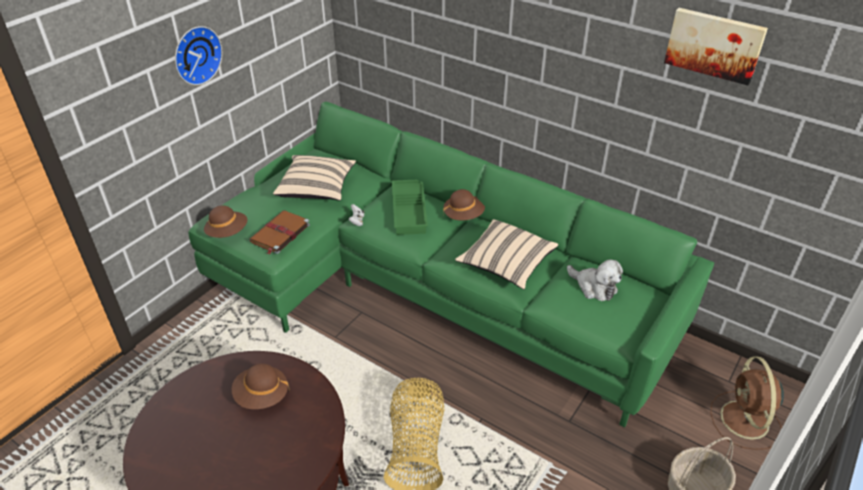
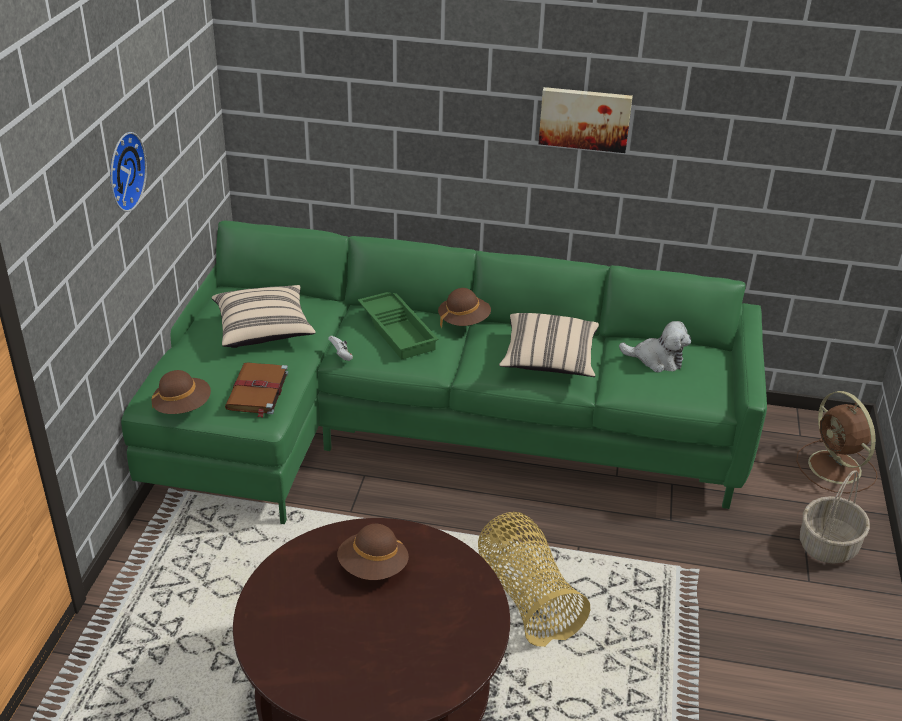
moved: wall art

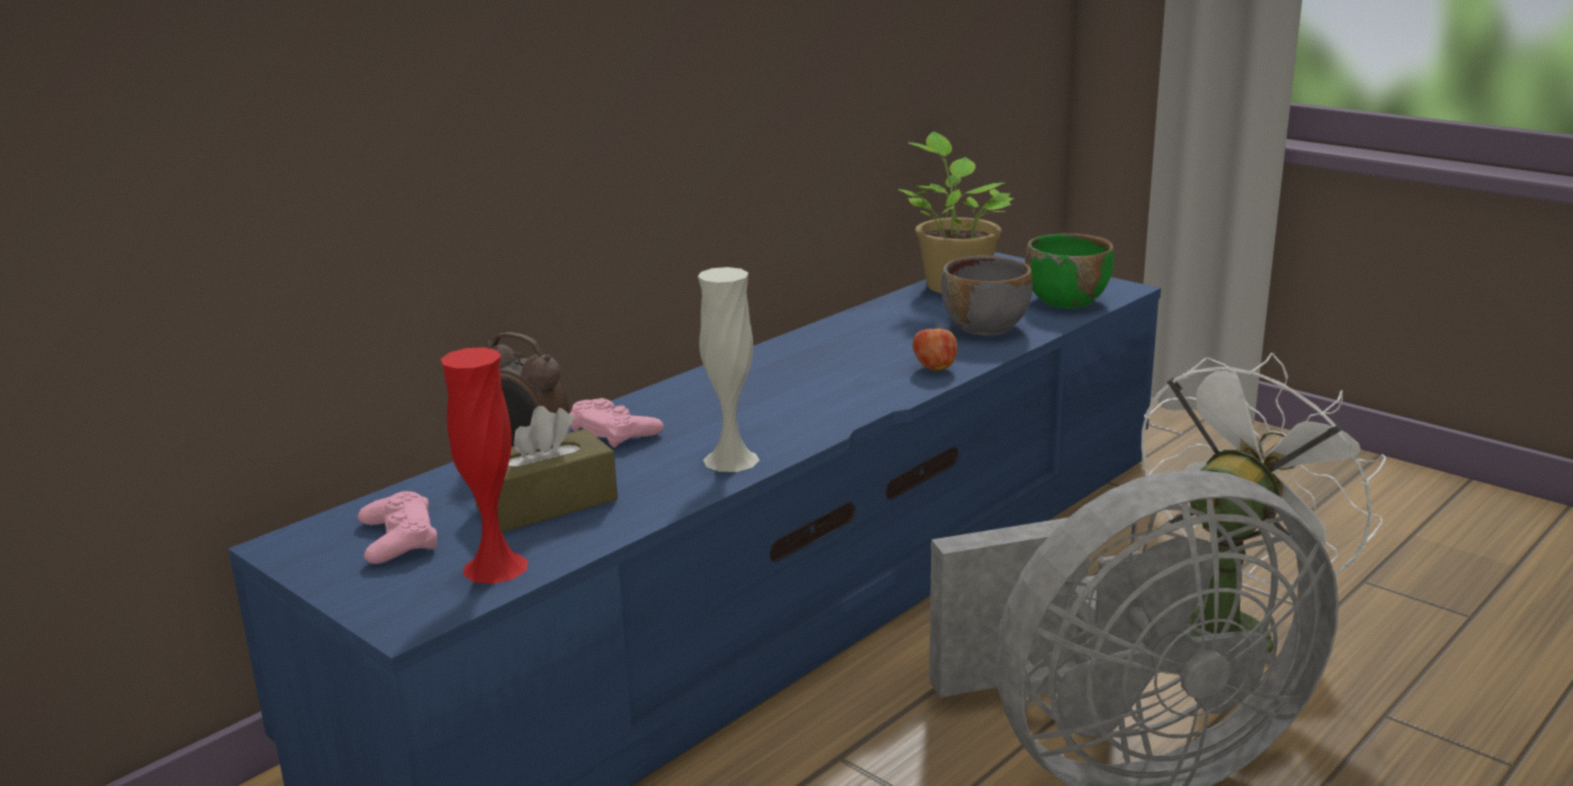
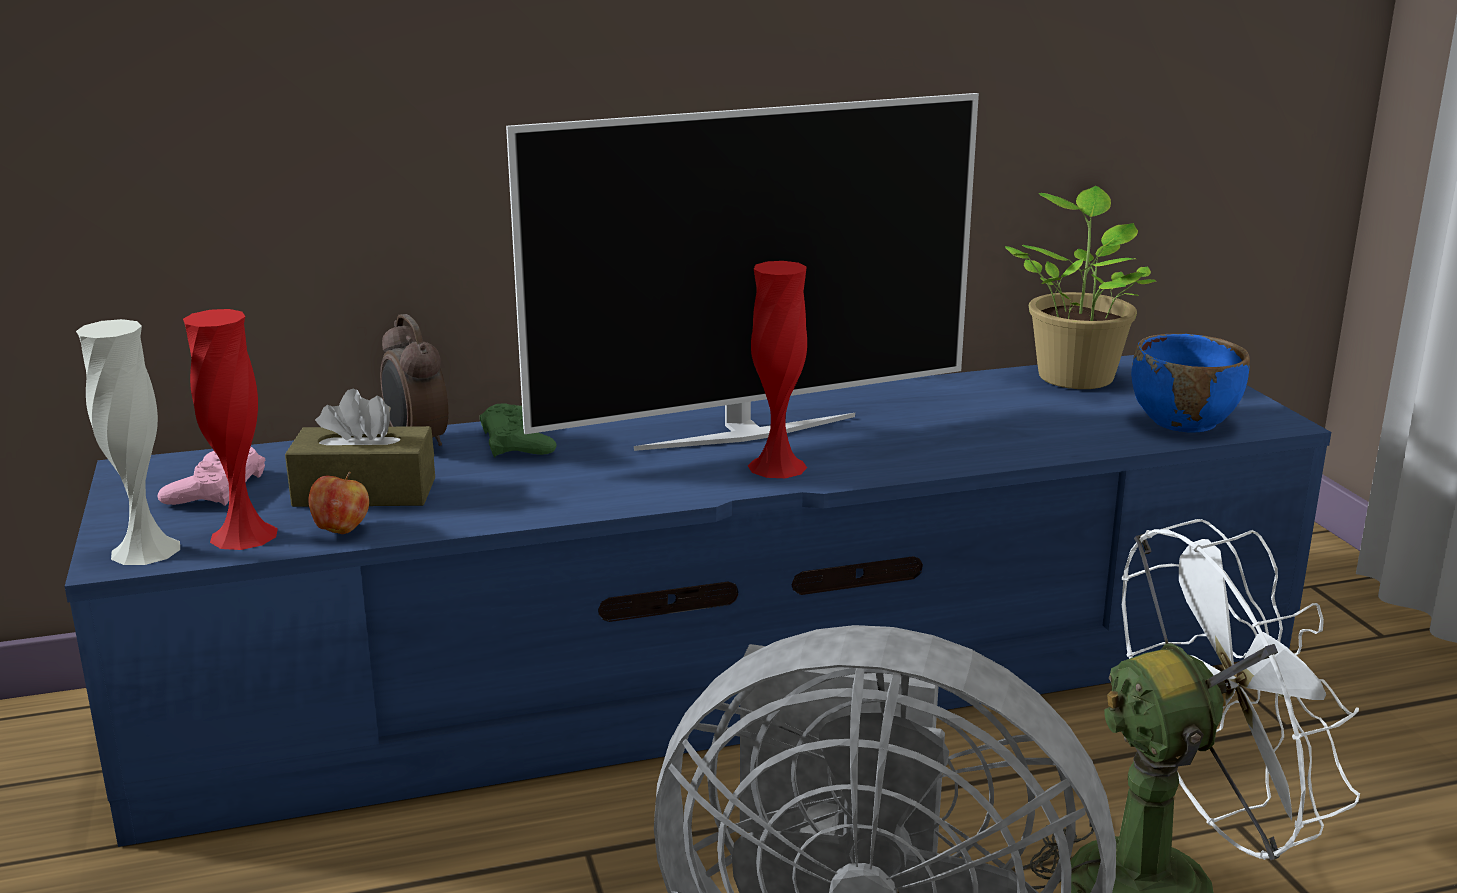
removed: deep dish in grey
added: TV; flower vase in red (2nd from left)
moved: flower vase in white; apple fruit
recoloured: deep dish in green-coloured to deep dish in blue; joypad in pink-coloured (2nd from left) to joypad in green-coloured

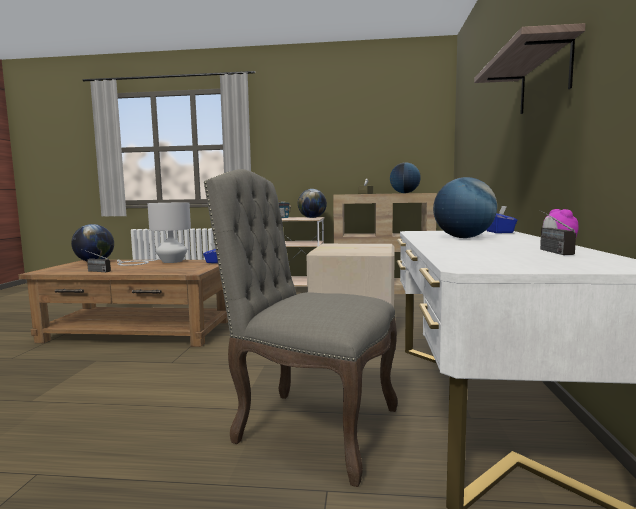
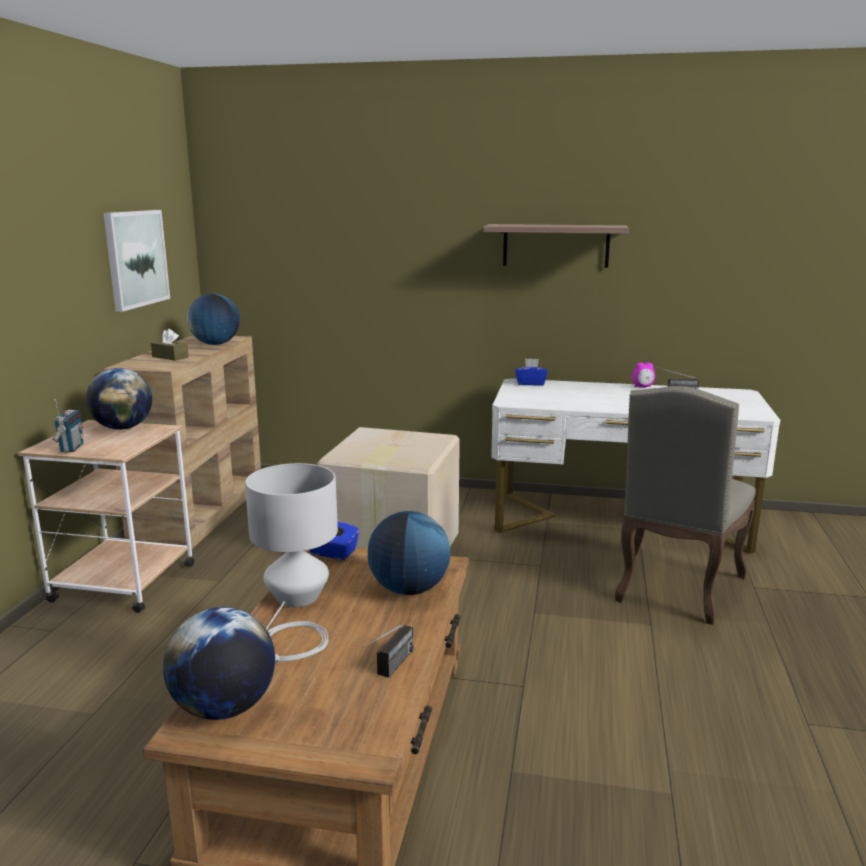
added: wall art
moved: desk globe (4th from left)

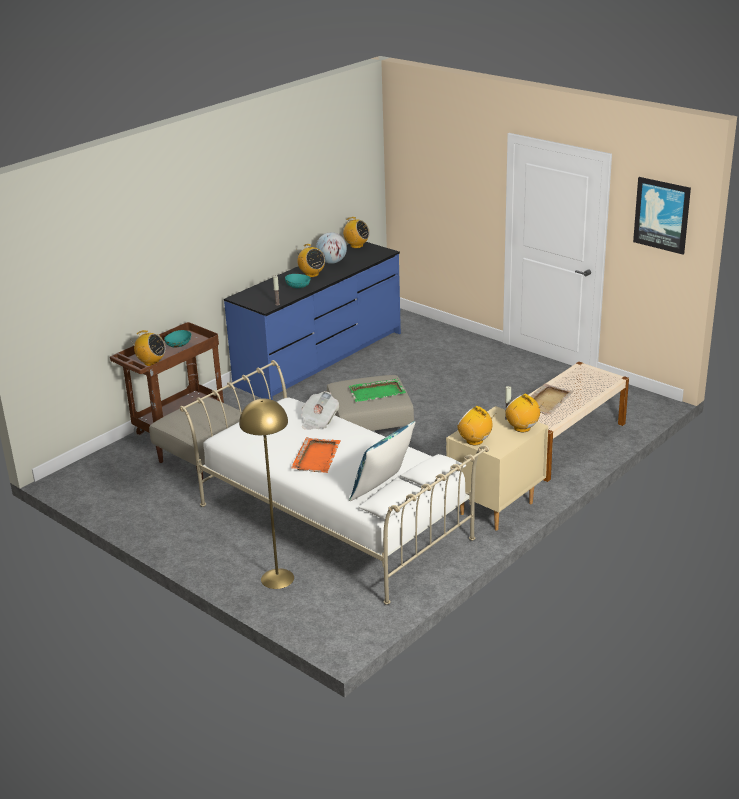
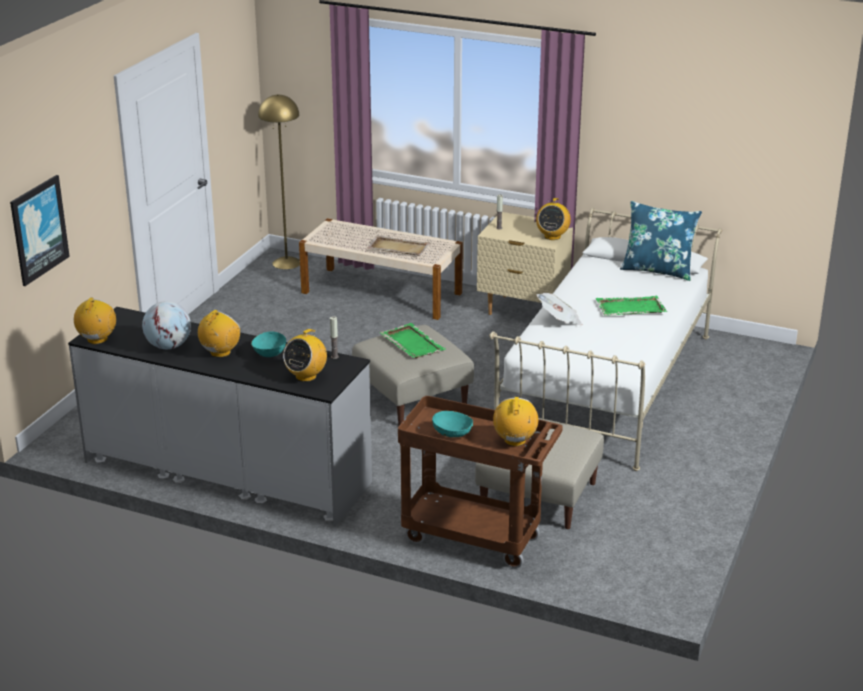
moved: wall art; radio set (5th from left in the first image) to radio set (3rd from left); standard lamp in yellow-coloured
recoloured: dresser in blue to dresser in grey; tray in orange to tray in green-coloured (2nd from left)

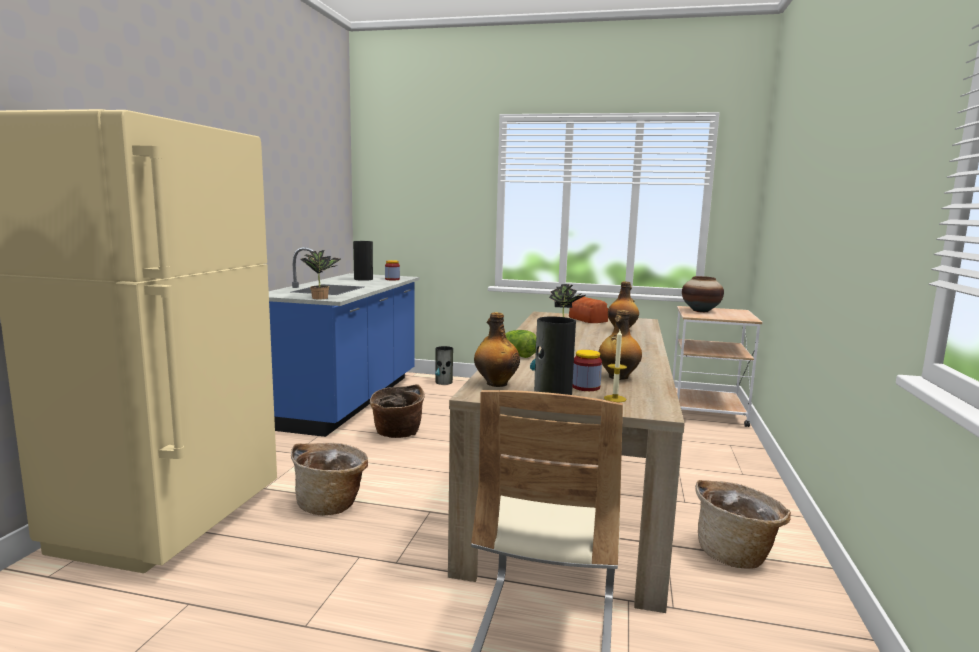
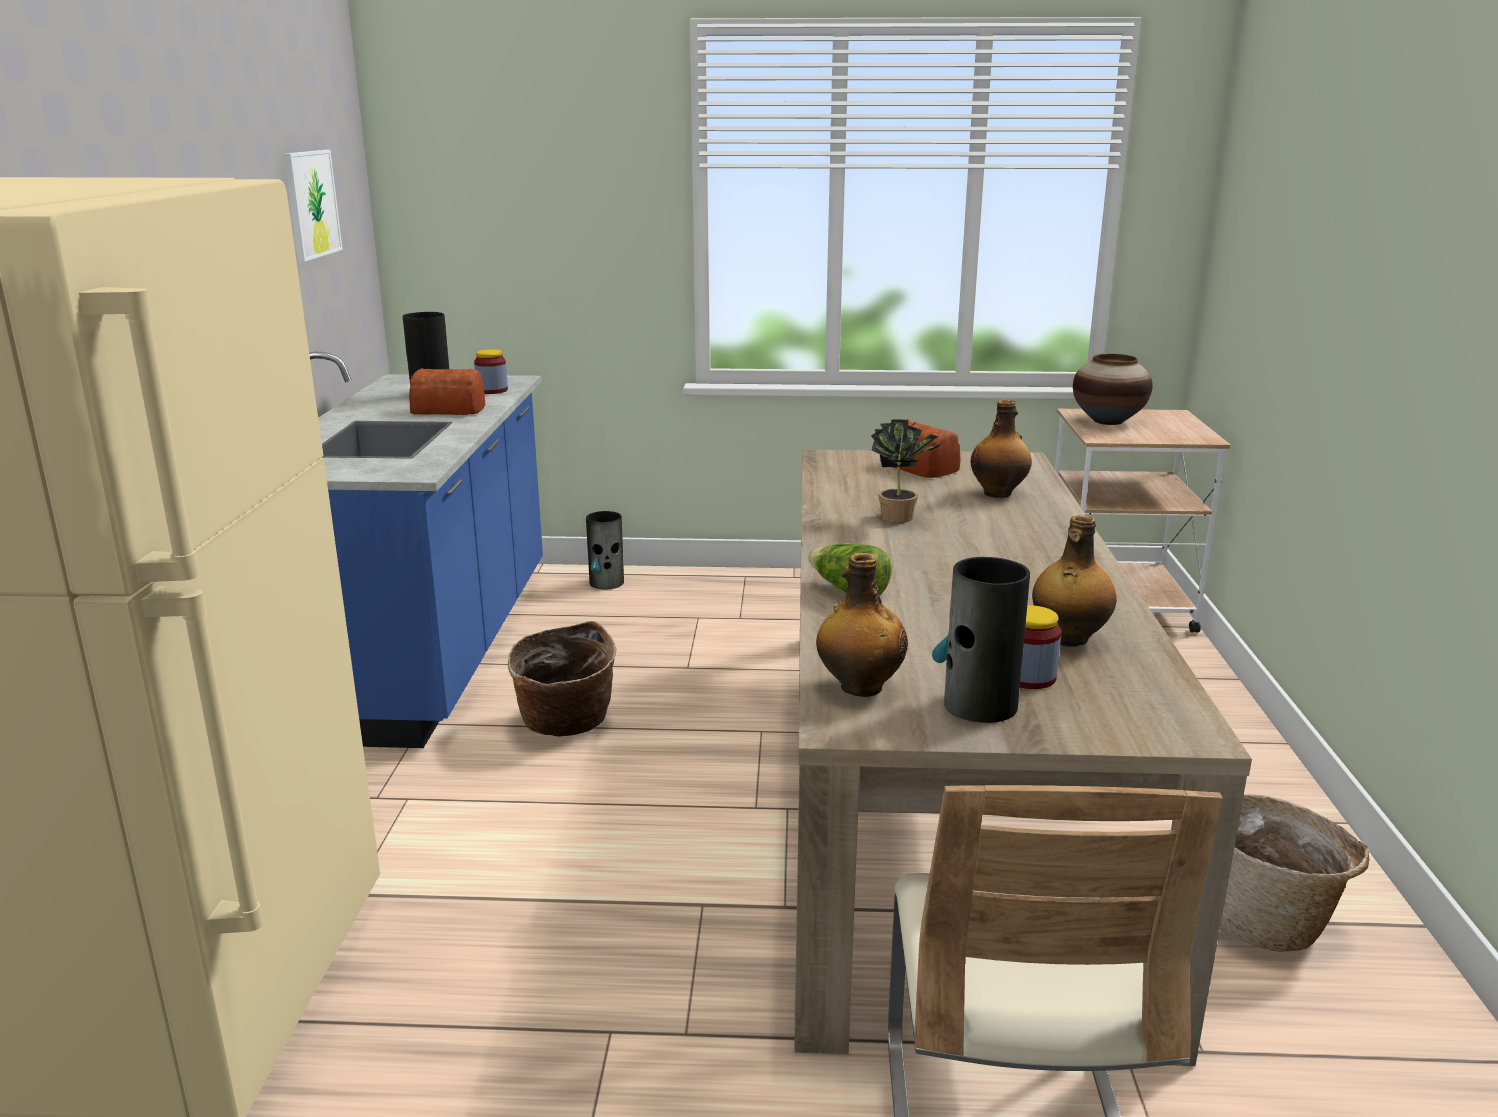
removed: plant in a pot (1st from left); wax candle; household basket (1st from left)
added: wall art; bread (1st from left)

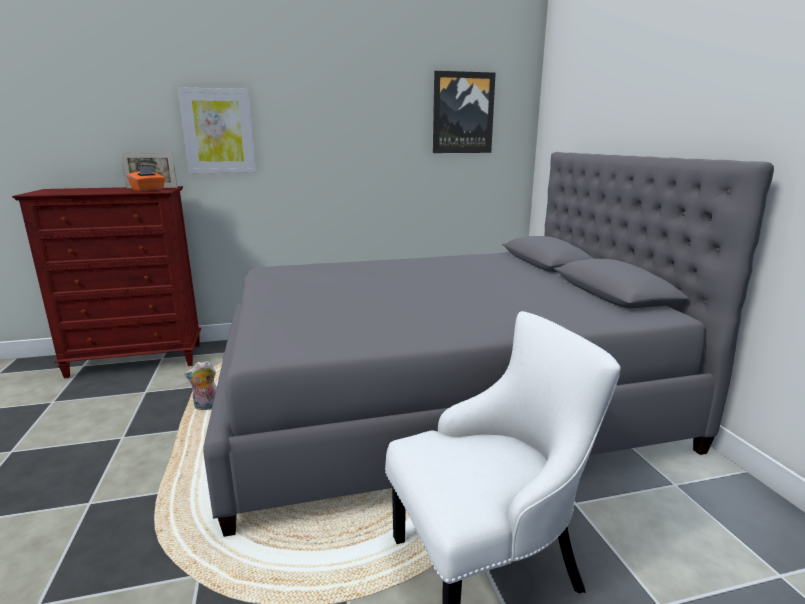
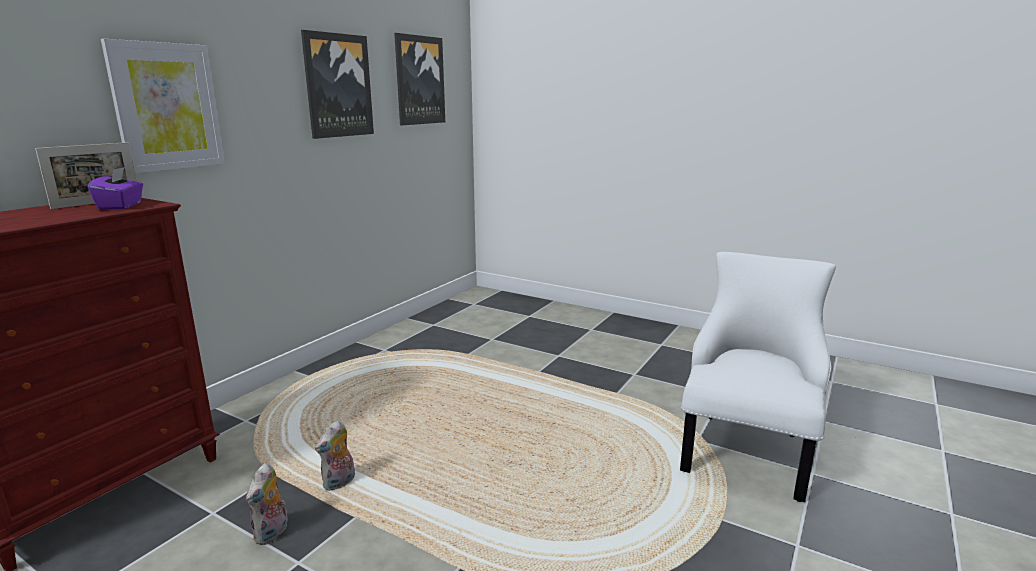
removed: bed in grey
added: wall art (2nd from left); cuddly toy (1st from left)
recoloured: box of tissues in orange to box of tissues in purple-coloured

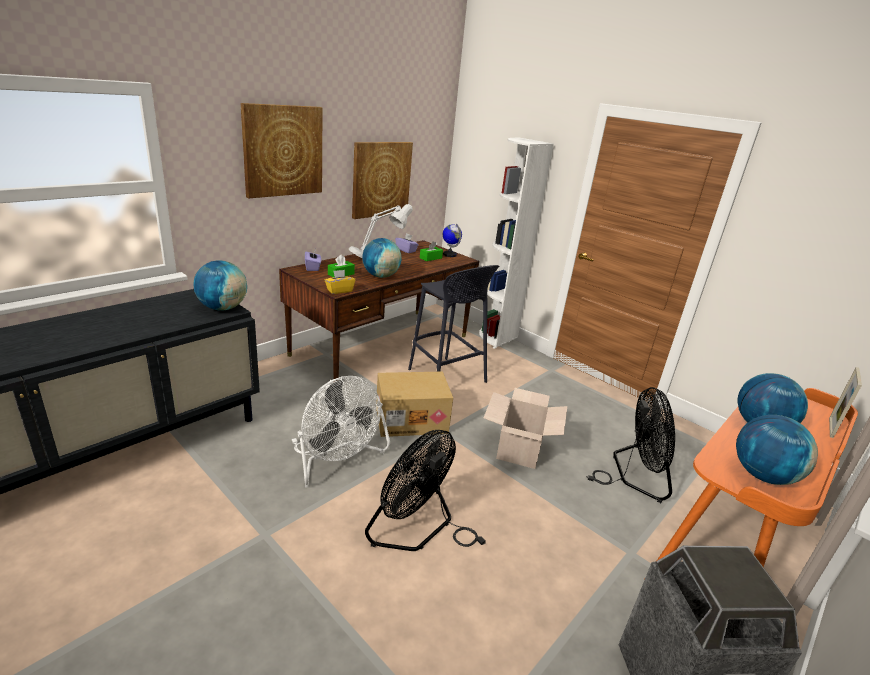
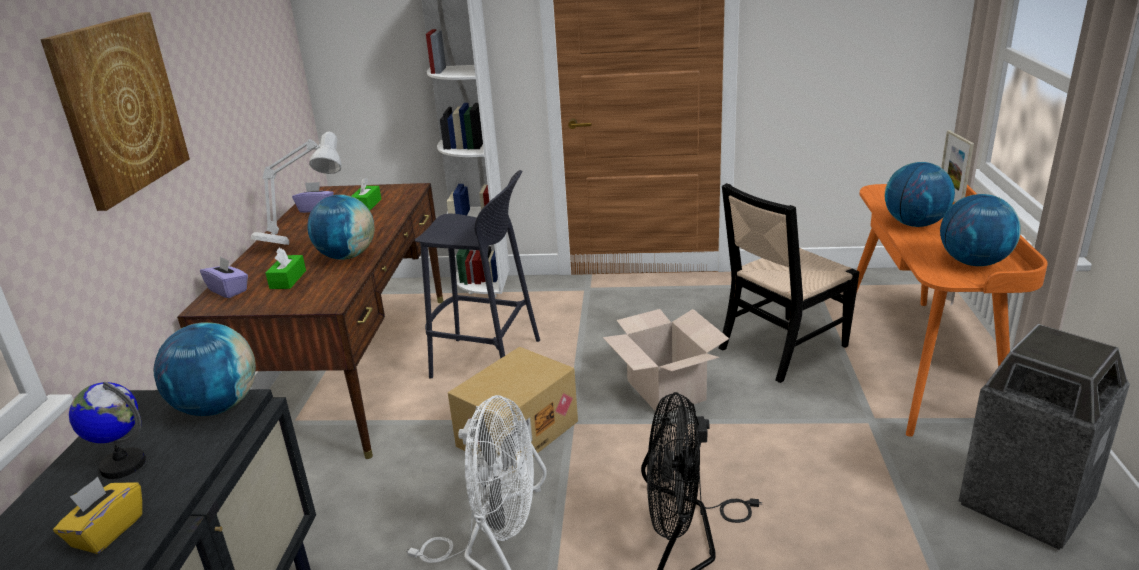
removed: wall art (2nd from left)
moved: desk globe (3rd from left in the first image) to desk globe (1st from left); box of tissues in yellow-coloured
replaced: electric fan in black-coloured (2nd from left) to chair

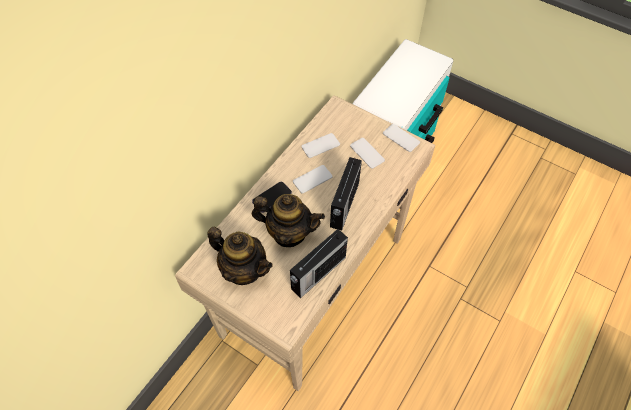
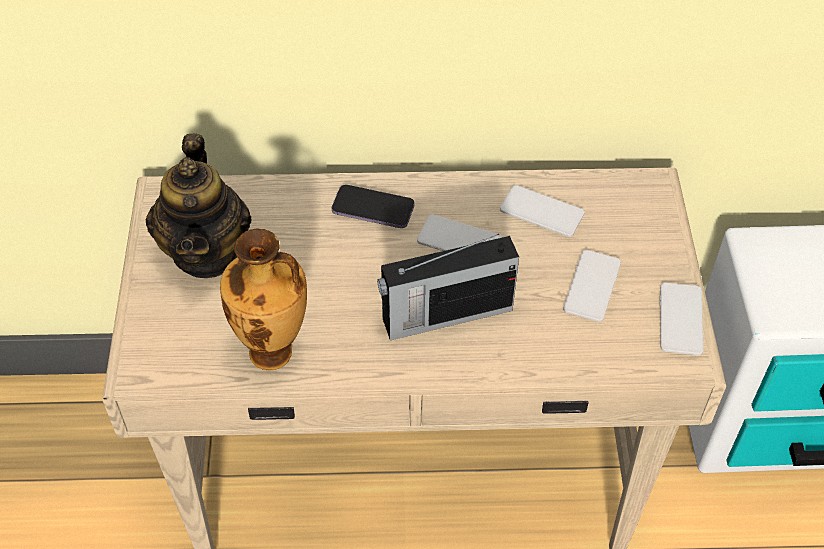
removed: teapot (2nd from left)
replaced: radio set (1st from left) to flower vase

